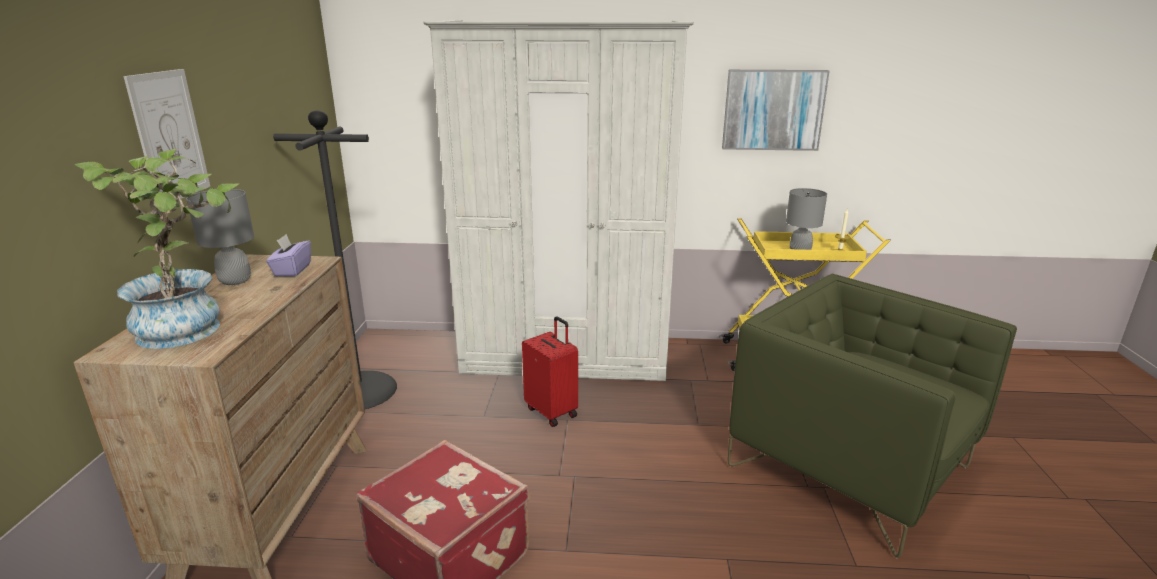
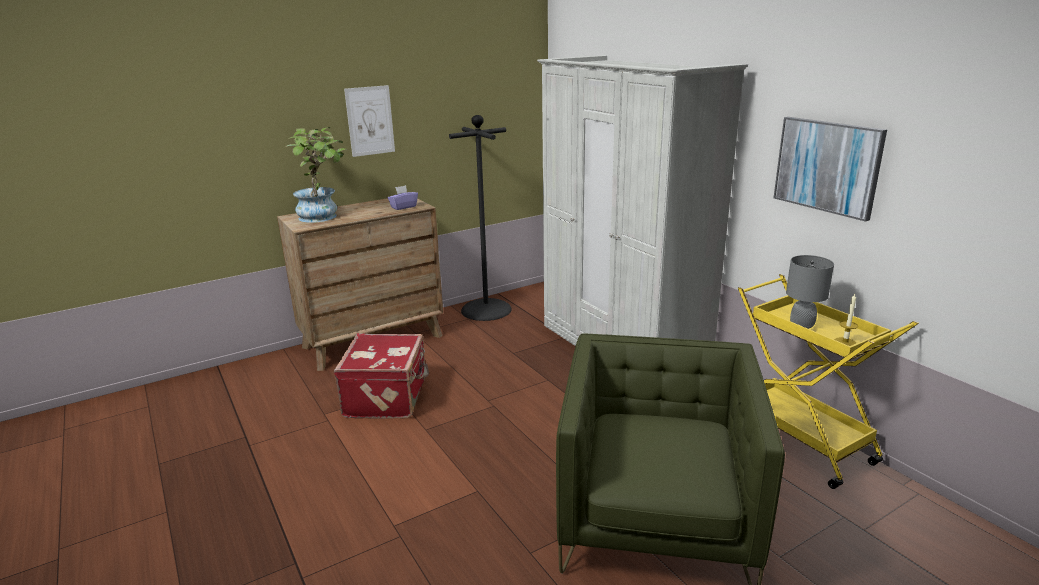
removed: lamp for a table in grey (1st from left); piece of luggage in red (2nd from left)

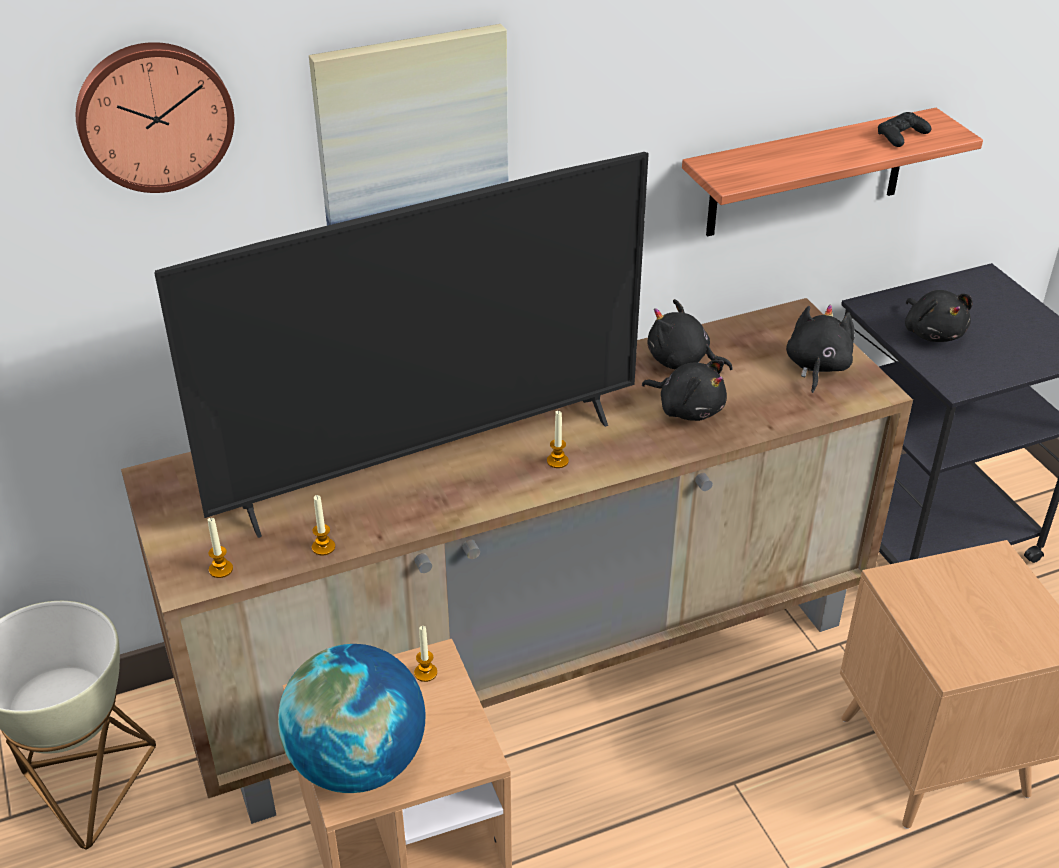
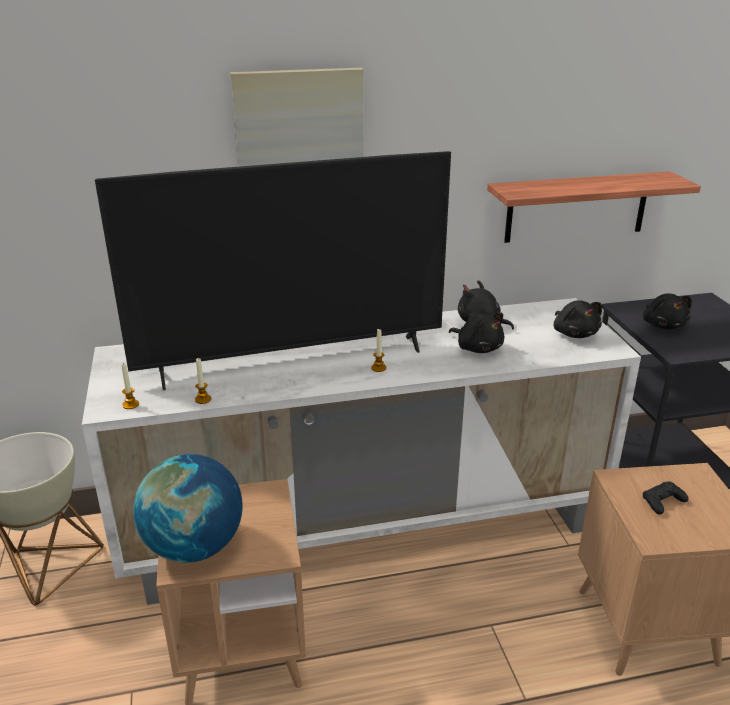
removed: hanging clock; wax candle (3rd from left)
moved: joypad in black-coloured
recoloured: tv stand in brown to tv stand in white
turned: cuddly toy in black-coloured (3rd from left) 135 degrees clockwise

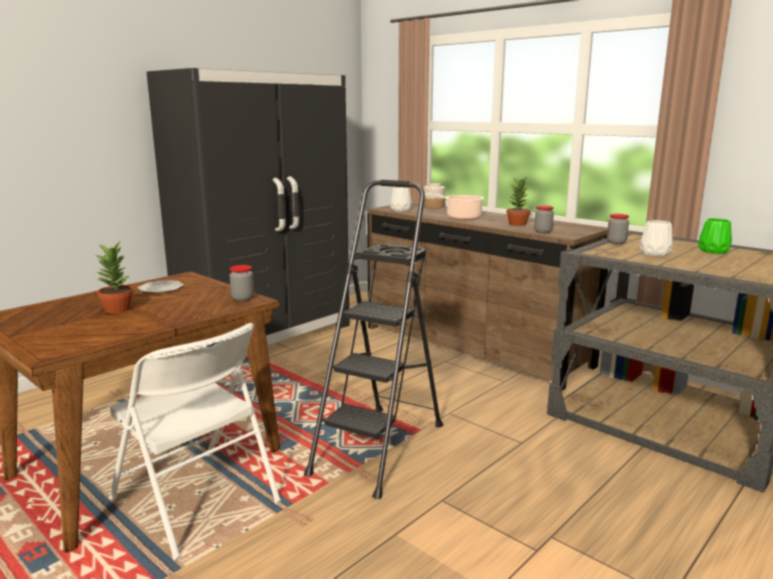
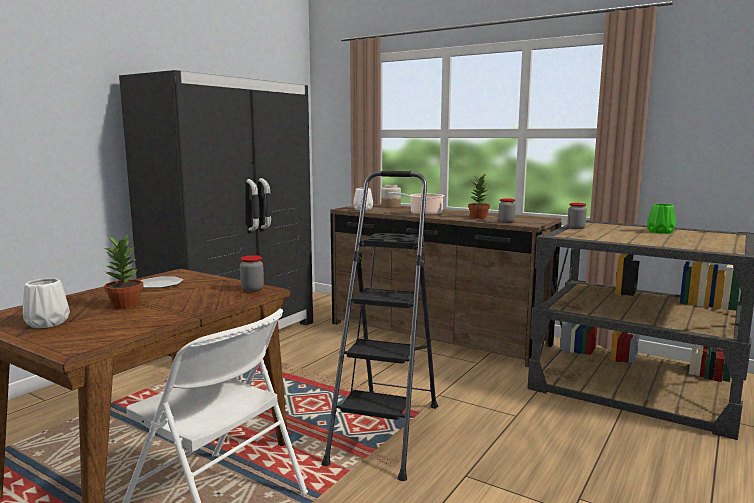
moved: flower vase in white (2nd from left in the first image) to flower vase in white (1st from left)

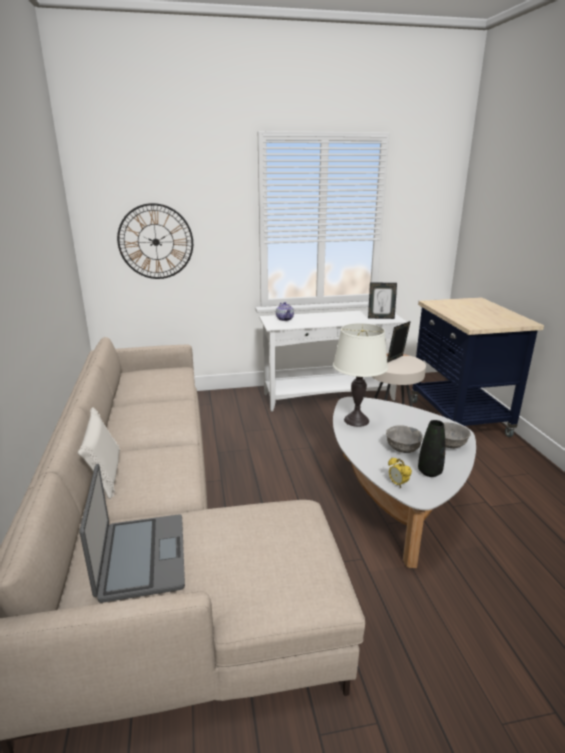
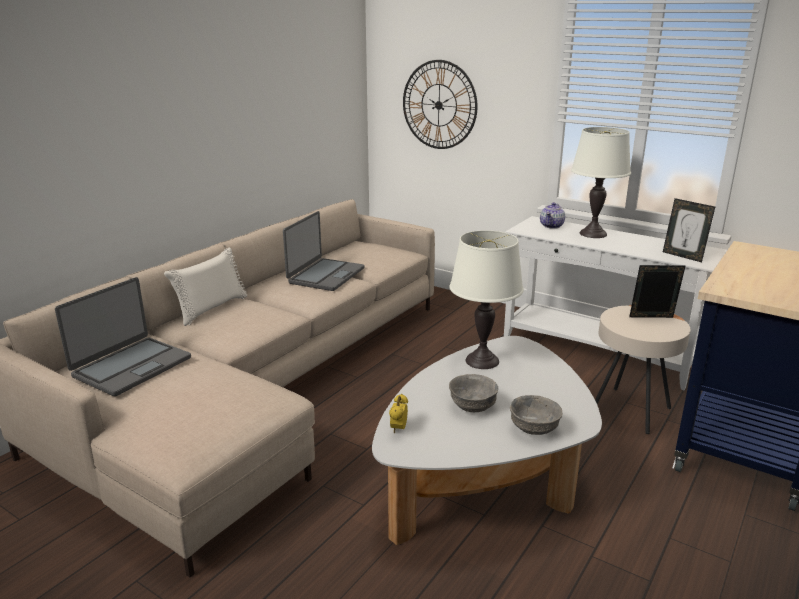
removed: flower vase in black-coloured
added: lamp for a table in white (2nd from left); notebook computer (2nd from left)

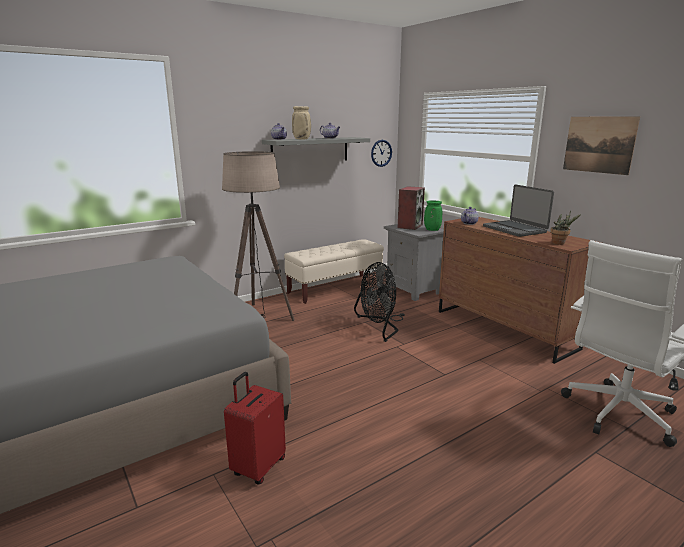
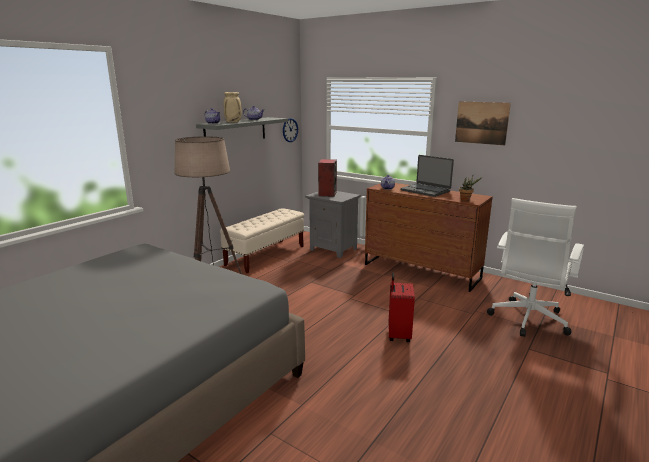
removed: flower vase in green-coloured; electric fan in black-coloured
moved: piece of luggage in red

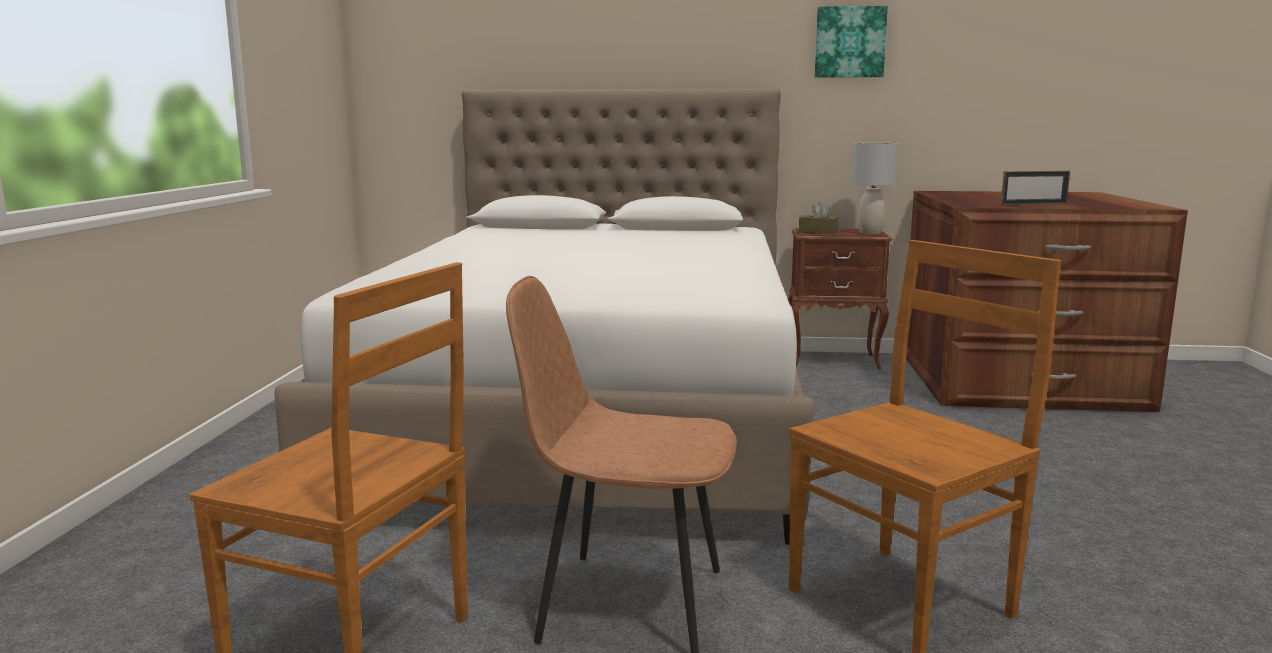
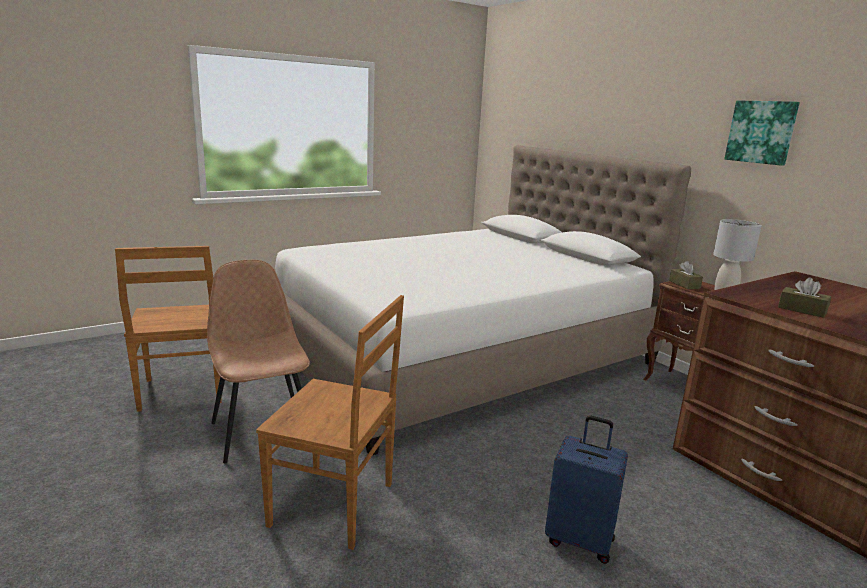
added: piece of luggage in blue
replaced: picture frame to box of tissues in brown (2nd from left)

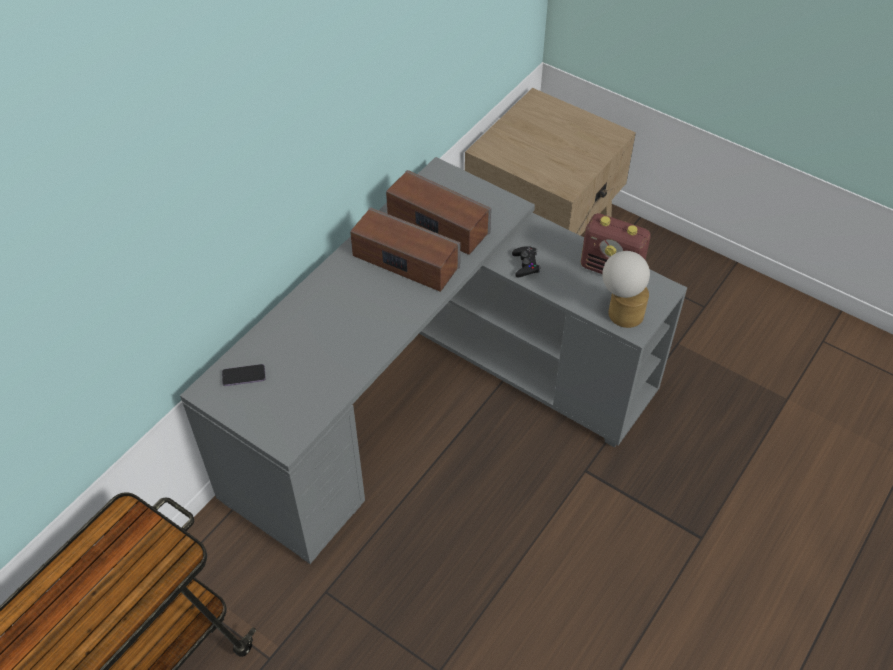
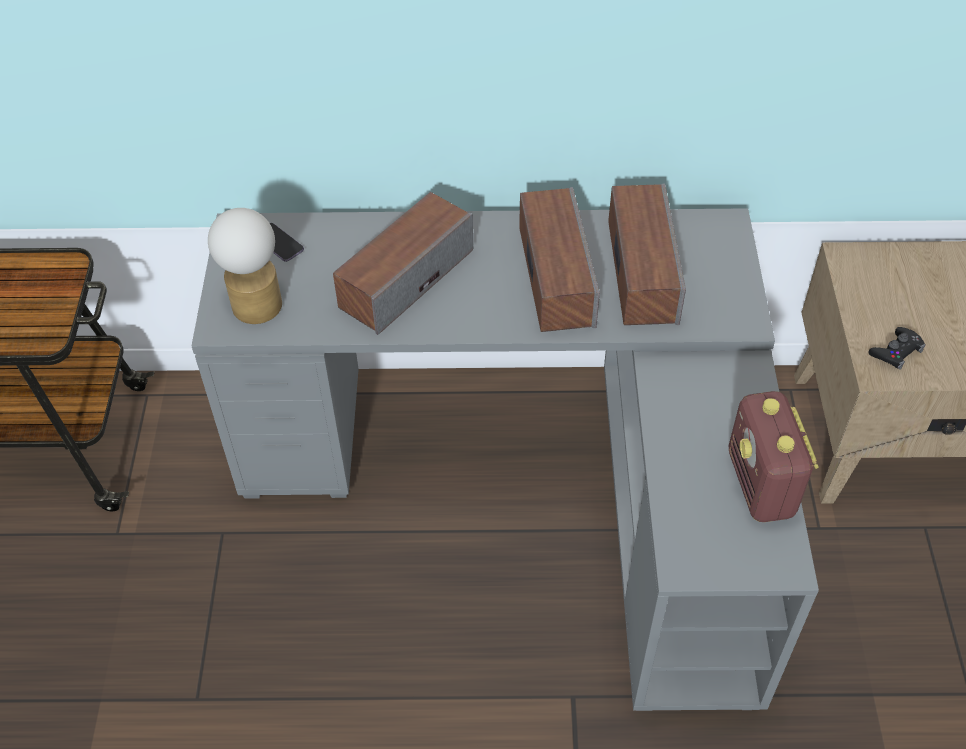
added: loudspeaker (1st from left)
moved: joypad in black-coloured; lamp for a table

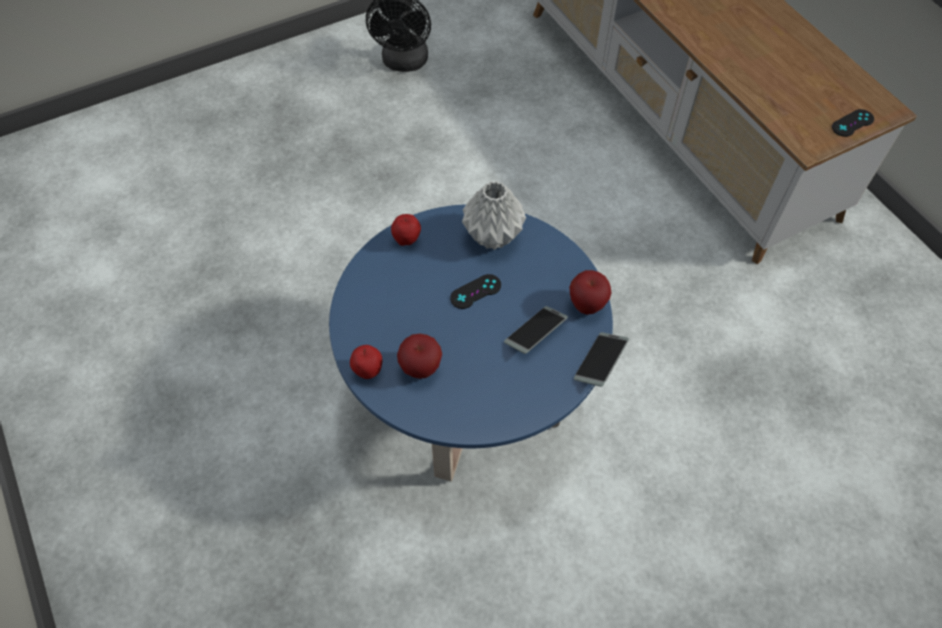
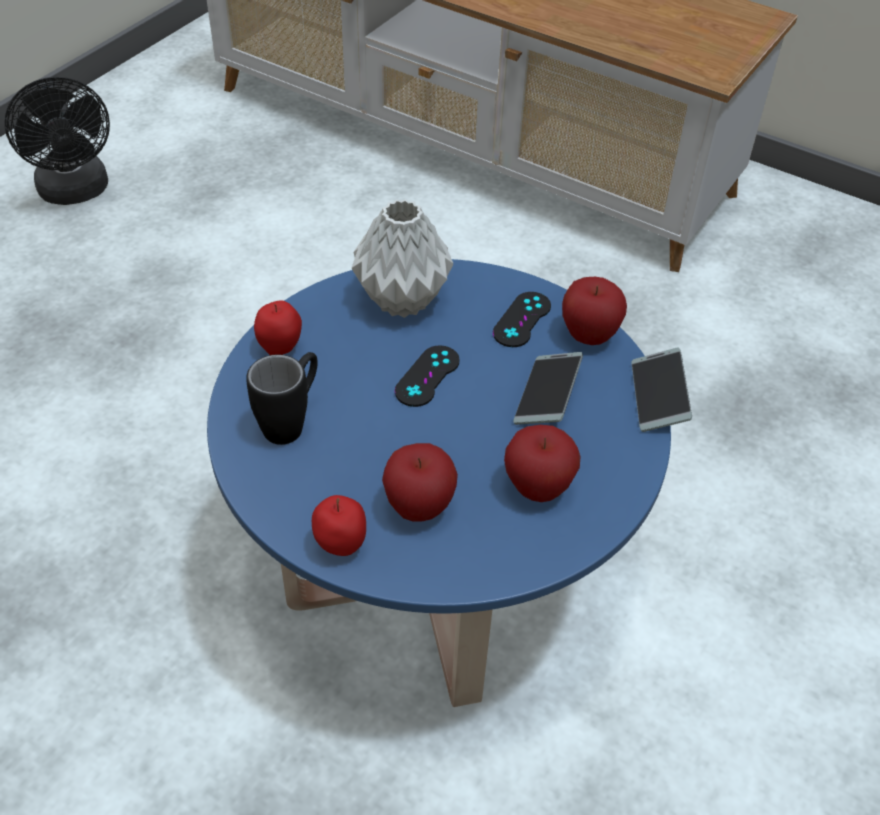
added: coffee mug in black-coloured; apple fruit (4th from left)
moved: joypad in black-coloured (2nd from left)

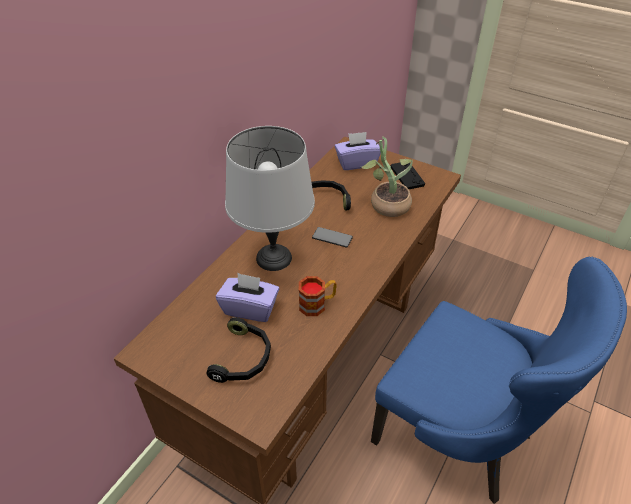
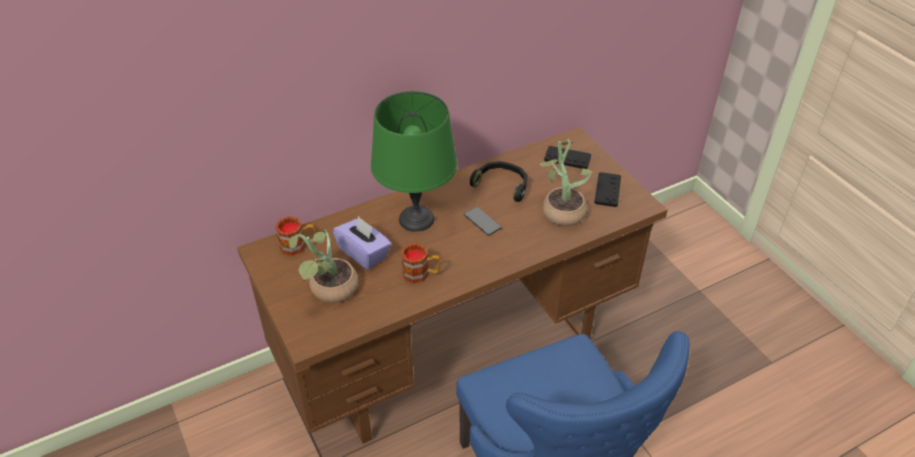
added: coffee mug (1st from left)
replaced: box of tissues in purple-coloured (2nd from left) to joypad in black-coloured (1st from left); headphones in black-coloured (1st from left) to plant in a pot (1st from left)
recoloured: lamp for a table in grey to lamp for a table in green-coloured

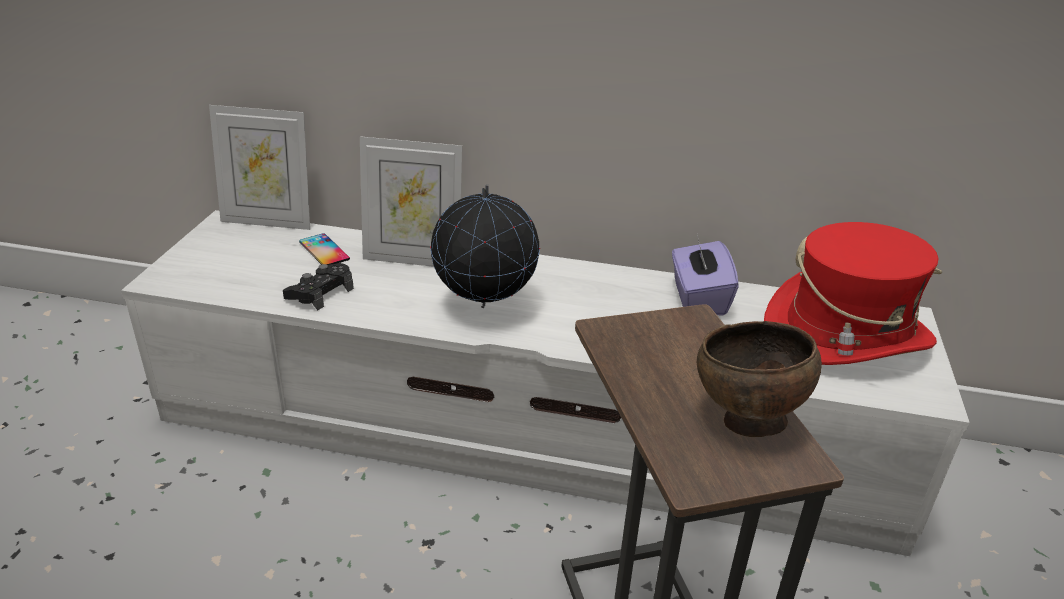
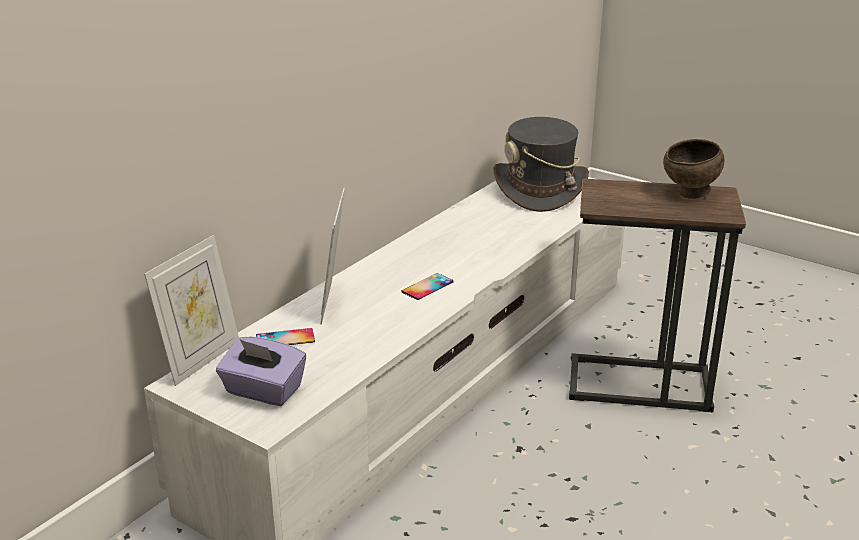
removed: joypad in black-coloured
moved: box of tissues in purple-coloured
replaced: desk globe to phone (2nd from left)
recoloured: clothing hat in red to clothing hat in grey
turned: picture frame (2nd from left) 150 degrees clockwise

